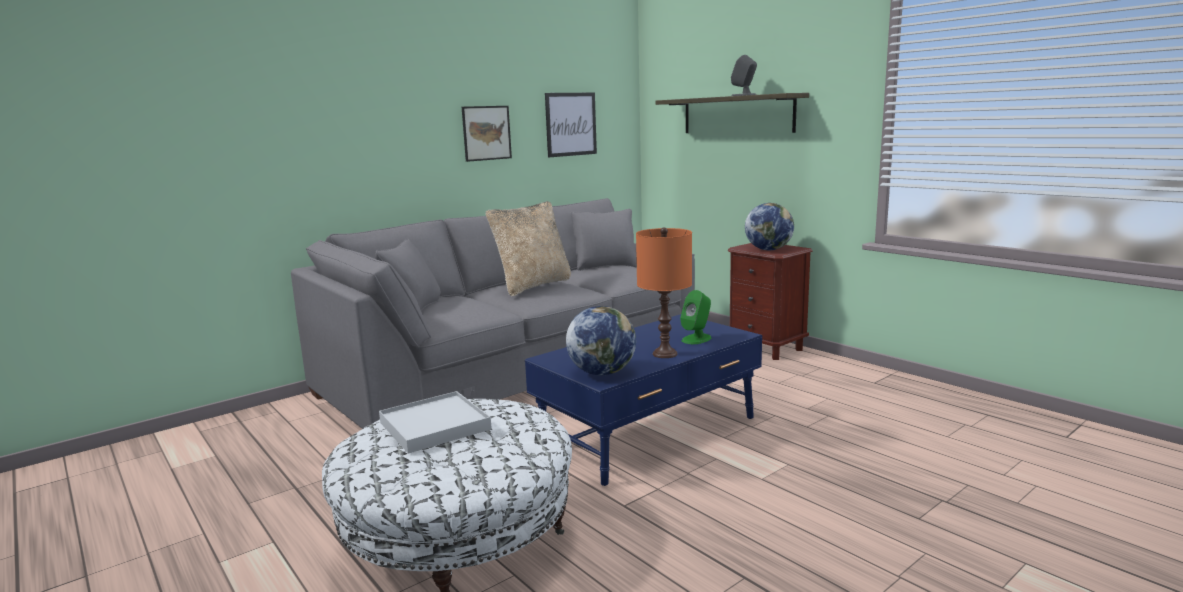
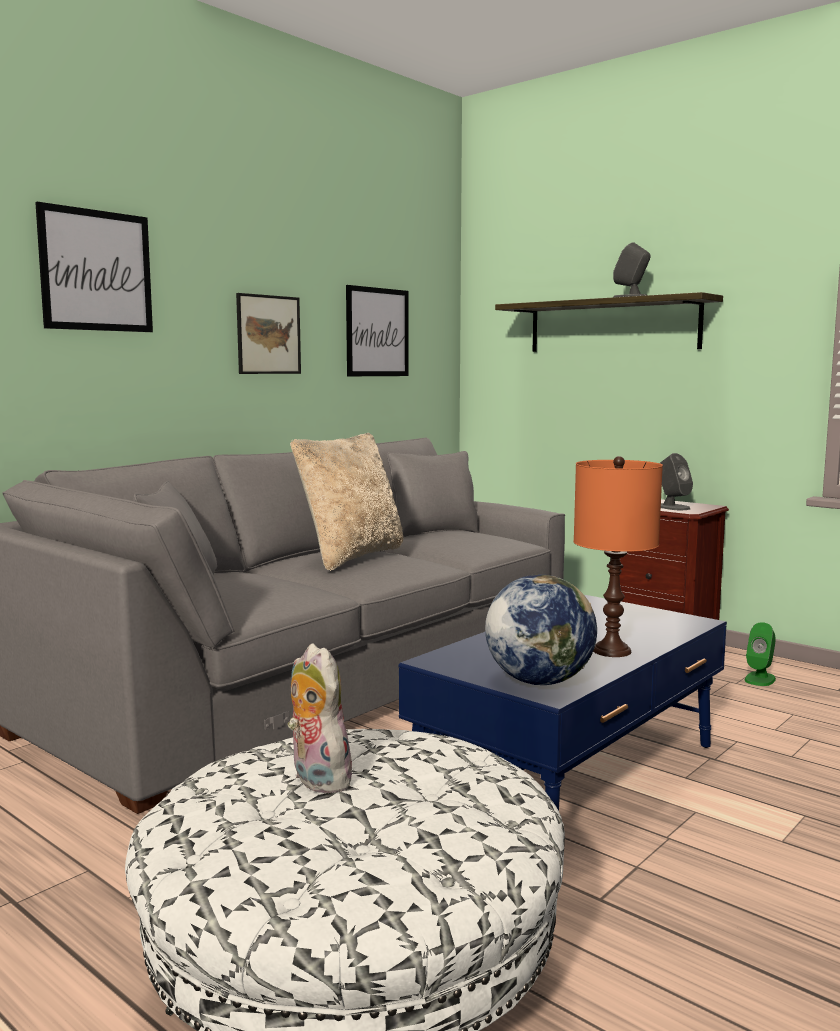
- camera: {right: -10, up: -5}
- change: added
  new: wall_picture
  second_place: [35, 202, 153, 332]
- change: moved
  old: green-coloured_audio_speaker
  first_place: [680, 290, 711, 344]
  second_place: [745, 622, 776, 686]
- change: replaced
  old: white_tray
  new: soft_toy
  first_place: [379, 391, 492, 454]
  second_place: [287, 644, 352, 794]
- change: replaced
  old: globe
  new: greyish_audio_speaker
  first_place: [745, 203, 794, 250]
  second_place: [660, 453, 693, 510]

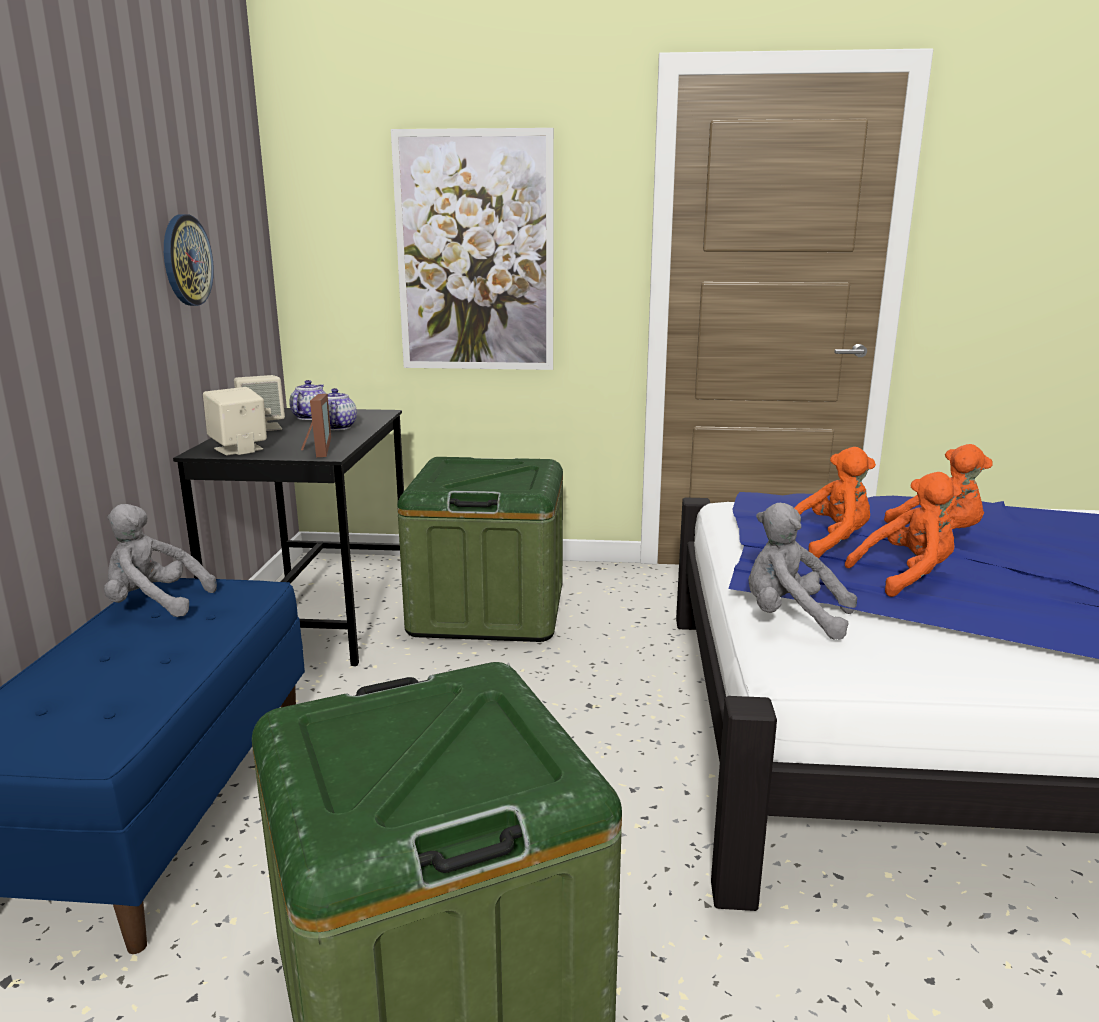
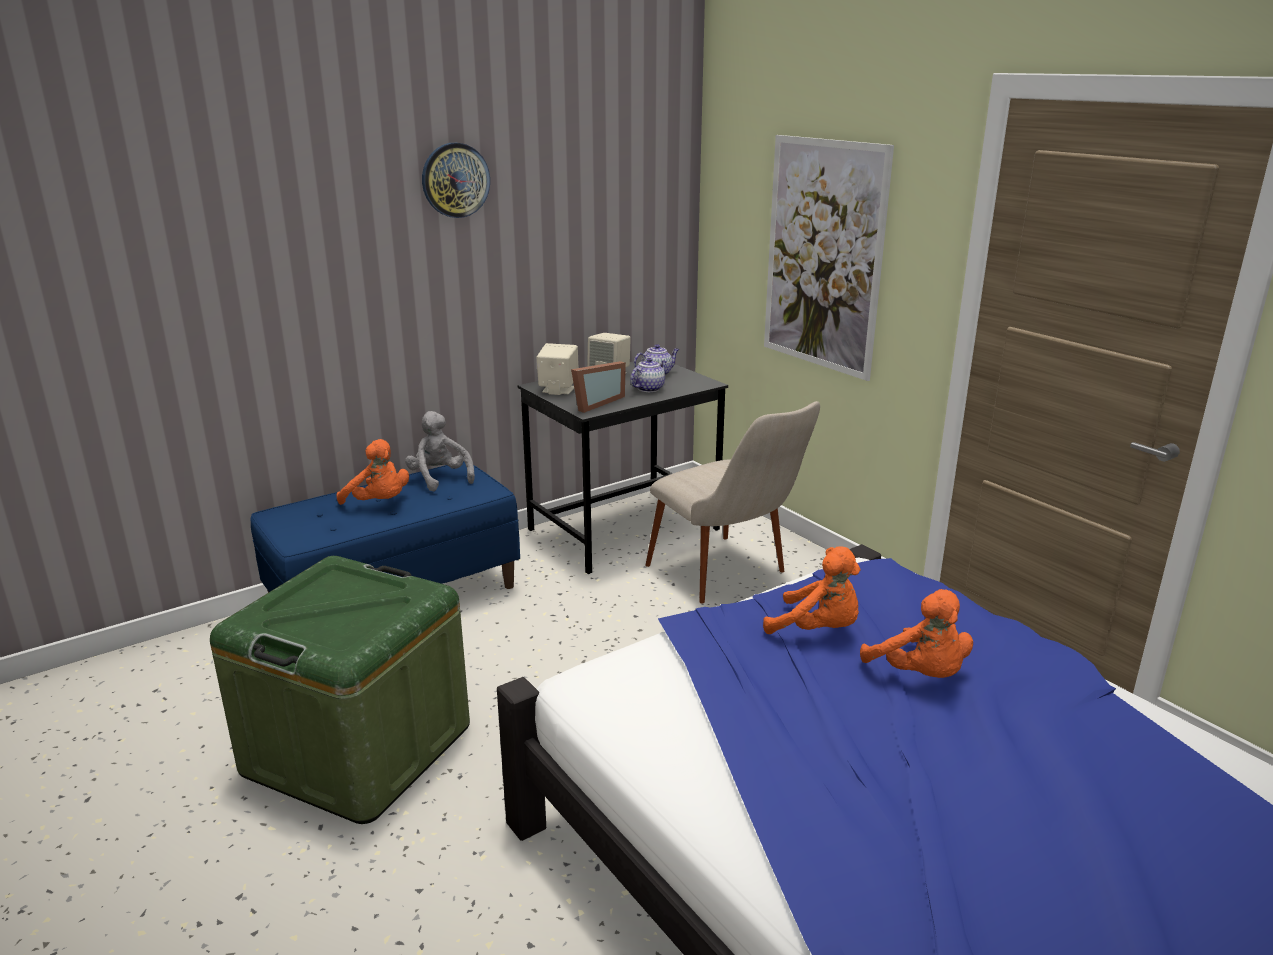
- camera: {right: 50, up: 5}
- change: removed
  old: greyish_soft_toy
  first_place: [748, 503, 857, 640]
- change: moved
  old: wall_clock
  first_place: [164, 214, 214, 306]
  second_place: [422, 143, 490, 218]
- change: moved
  old: orange-coloured_soft_toy
  first_place: [845, 472, 962, 597]
  second_place: [336, 439, 409, 505]
- change: replaced
  old: green-coloured_storage_bin
  new: beige_upright_chair
  first_place: [397, 457, 563, 642]
  second_place: [645, 401, 820, 604]

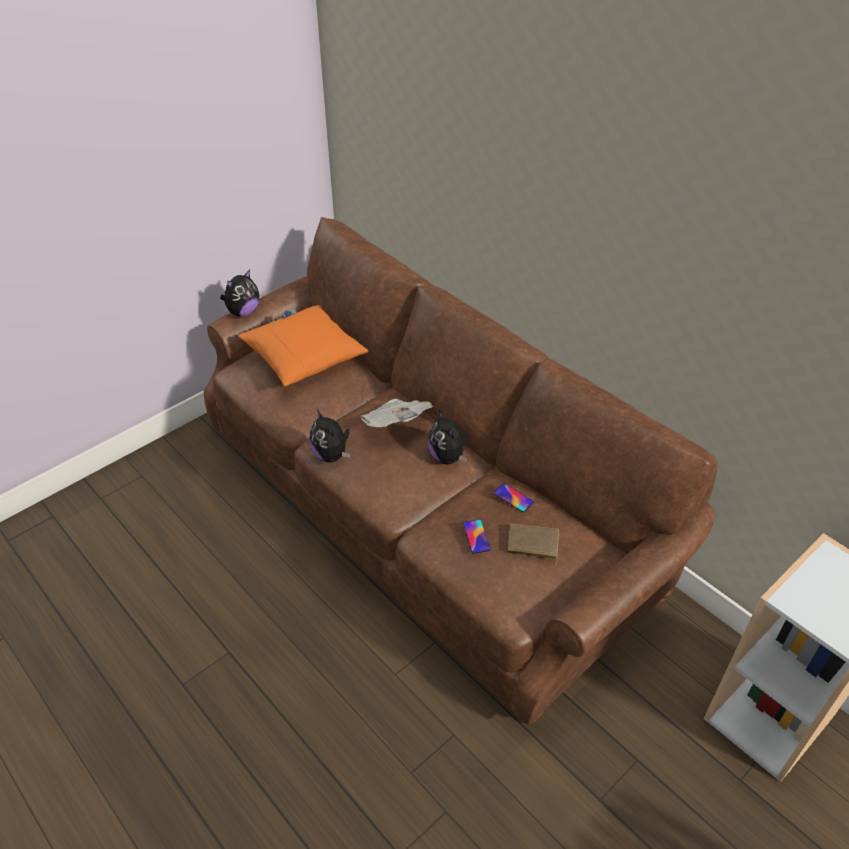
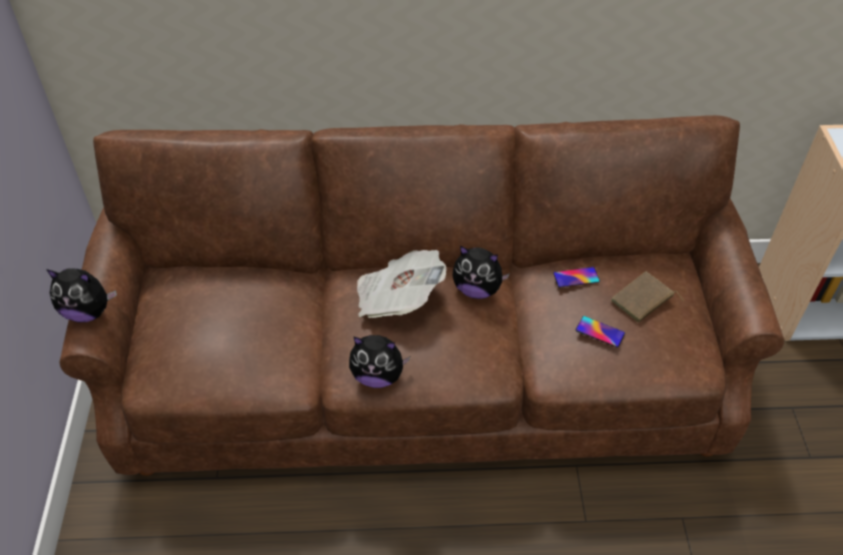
- camera: {right: -50, up: 5}
- change: removed
  old: orange-coloured_pillow
  first_place: [238, 305, 368, 387]
- change: turned
  old: soft_toy
  first_place: [220, 269, 259, 316]
  second_place: [46, 268, 117, 322]
  degrees: 105

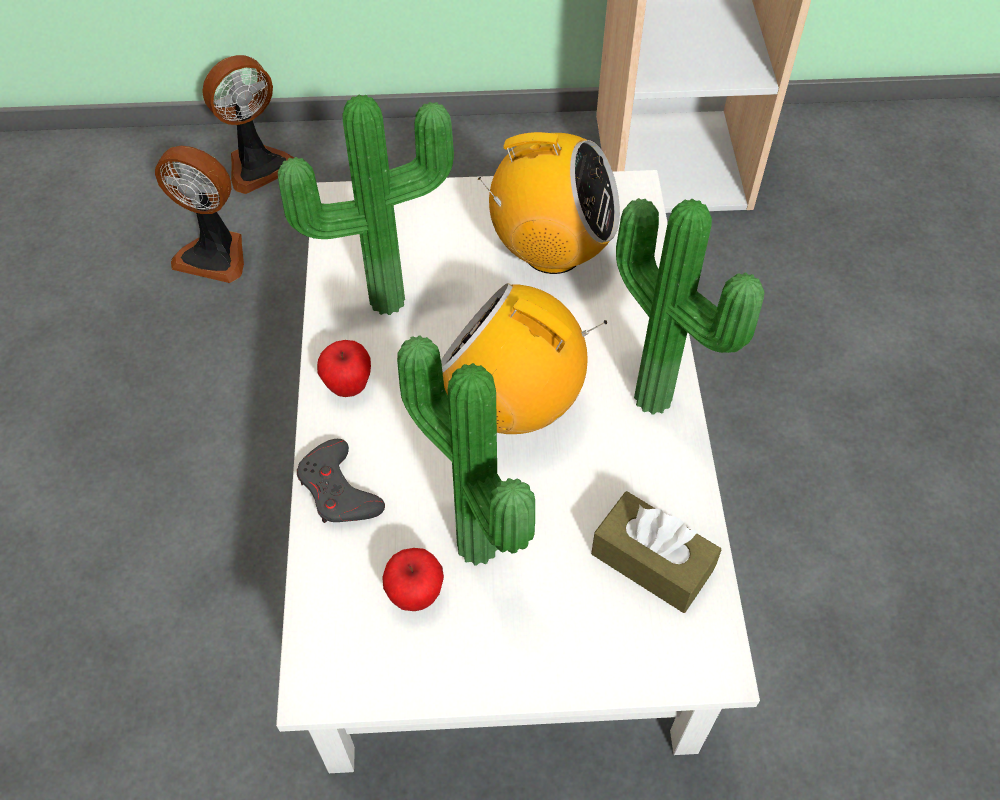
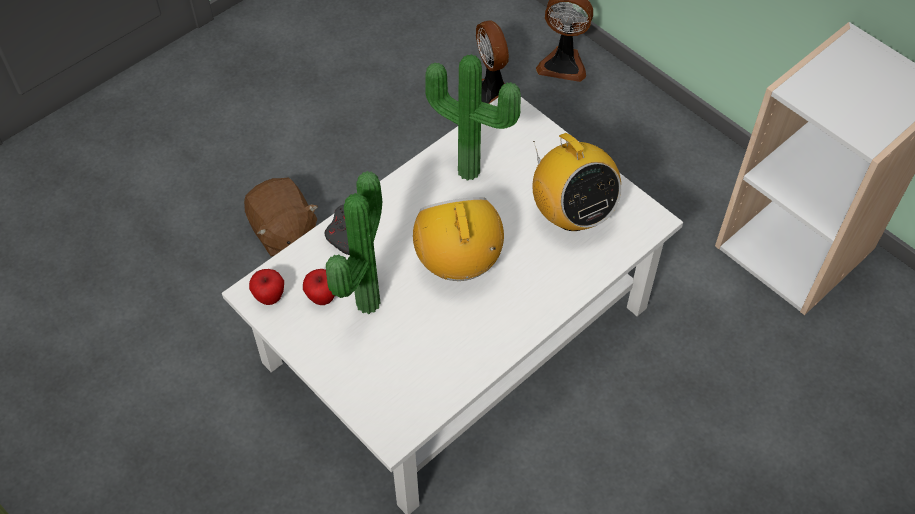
- camera: {right: 50, up: 0}
- change: removed
  old: brownish_tissue_box
  first_place: [591, 491, 721, 613]
- change: removed
  old: potted_plant
  first_place: [616, 198, 764, 415]
- change: added
  new: brownish_soft_toy
  second_place: [244, 178, 318, 256]
- change: moved
  old: whole_apple
  first_place: [317, 340, 371, 397]
  second_place: [249, 269, 284, 305]

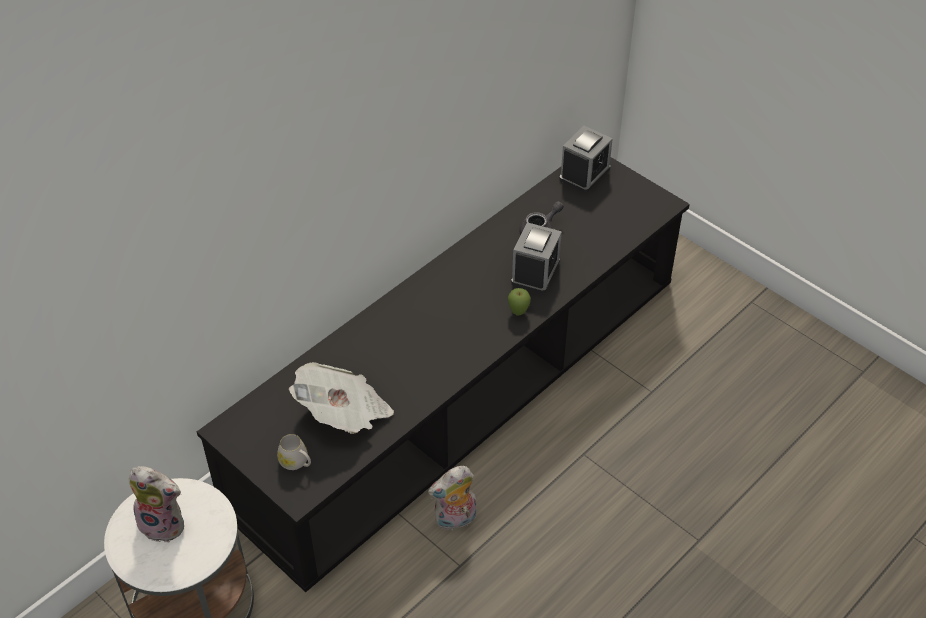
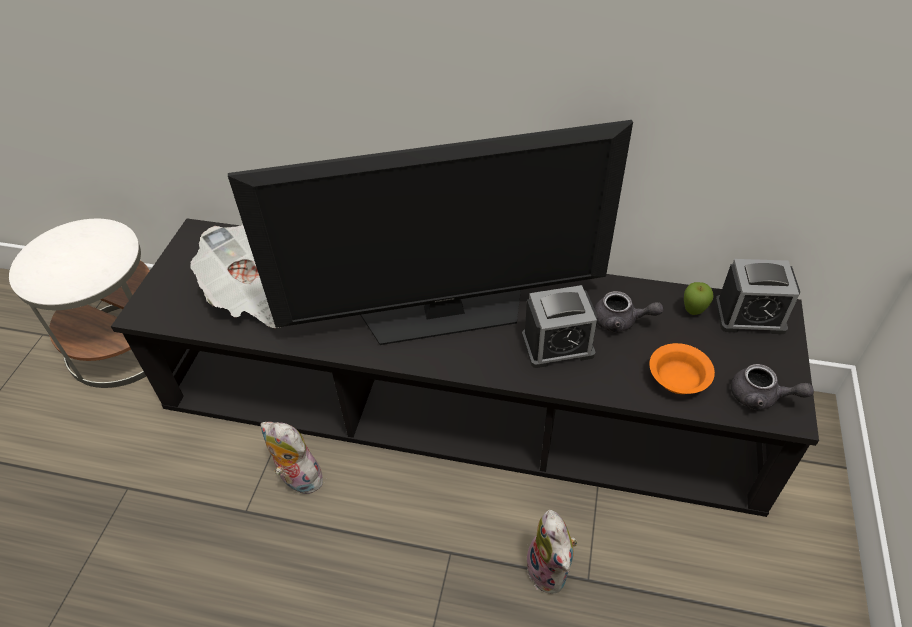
- camera: {right: 60, up: 0}
- change: removed
  old: white_tea_mug
  first_place: [277, 434, 311, 470]
- change: added
  new: television
  second_place: [228, 120, 633, 345]
- change: added
  new: orange-coloured_bowl
  second_place: [649, 343, 715, 394]
- change: added
  new: greyish_pot_for_tea
  second_place: [731, 364, 814, 410]
- change: moved
  old: soft_toy
  first_place: [128, 466, 184, 543]
  second_place: [527, 510, 577, 594]
- change: moved
  old: whole_apple
  first_place: [508, 288, 531, 316]
  second_place: [684, 282, 714, 315]

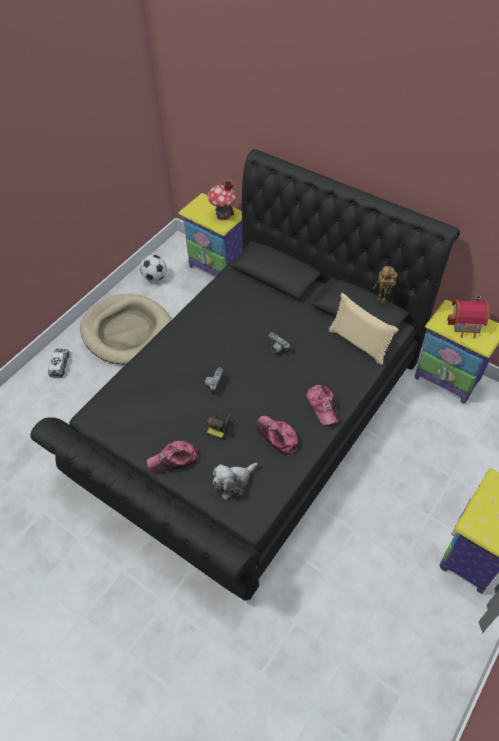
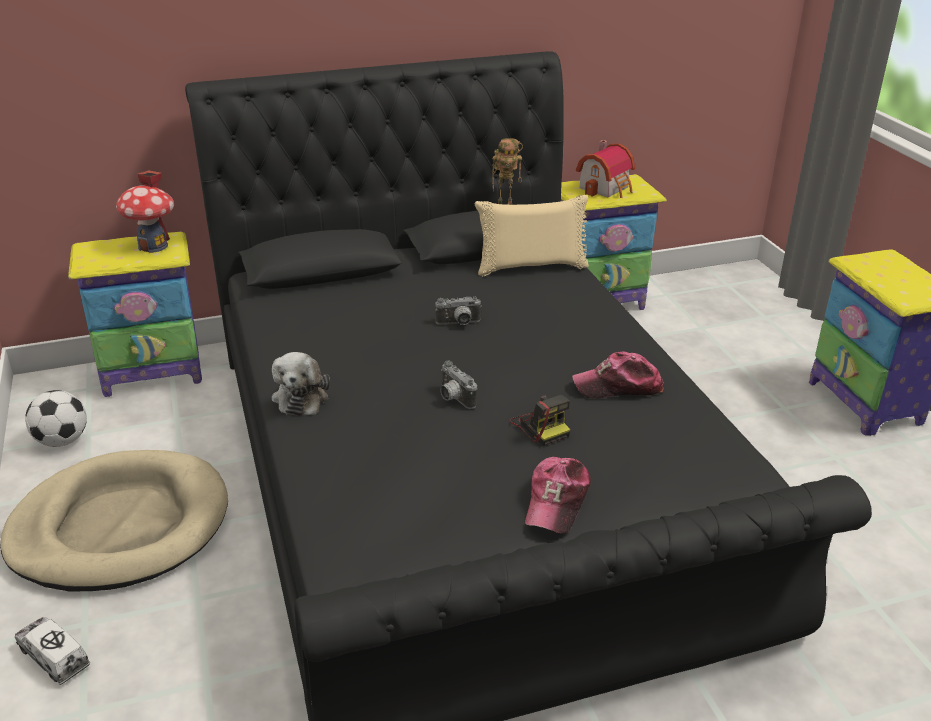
- camera: {right: -55, up: -20}
- change: removed
  old: peaked_cap
  first_place: [306, 385, 340, 425]
- change: moved
  old: soft_toy
  first_place: [213, 463, 258, 500]
  second_place: [272, 352, 330, 416]

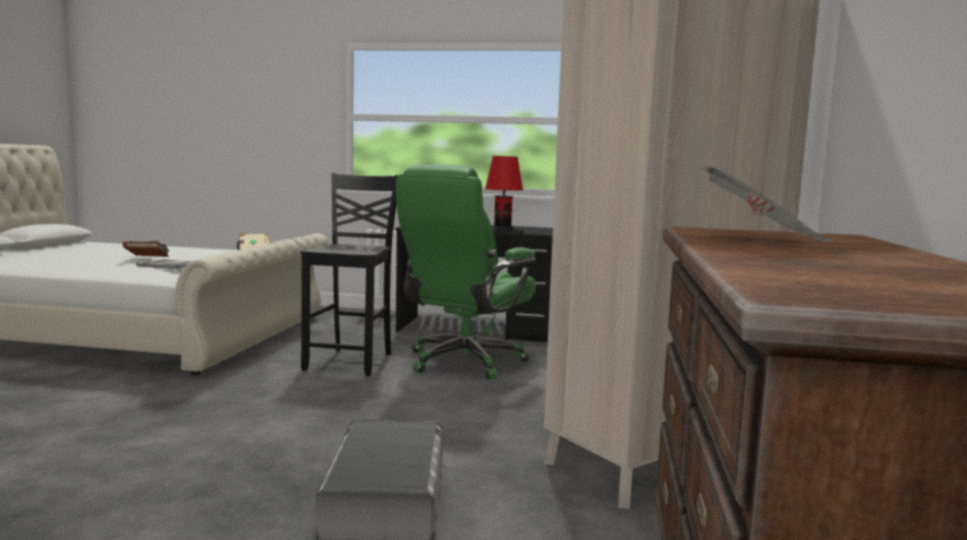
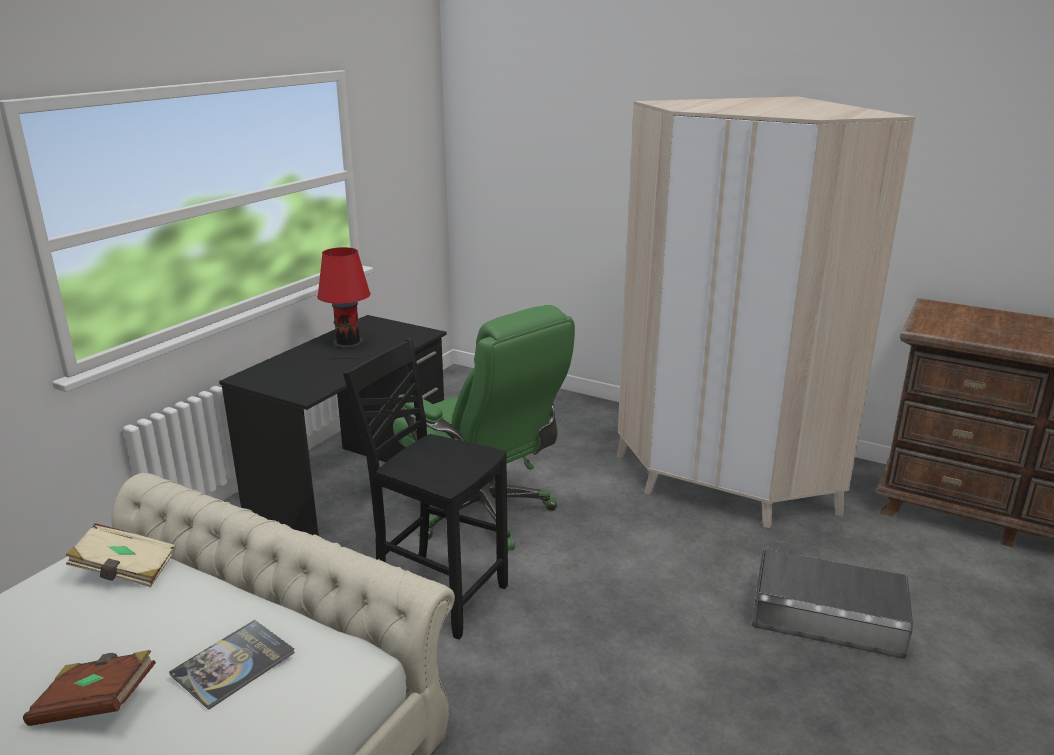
- camera: {right: -70, up: 15}
- change: removed
  old: newspaper
  first_place: [702, 166, 833, 242]

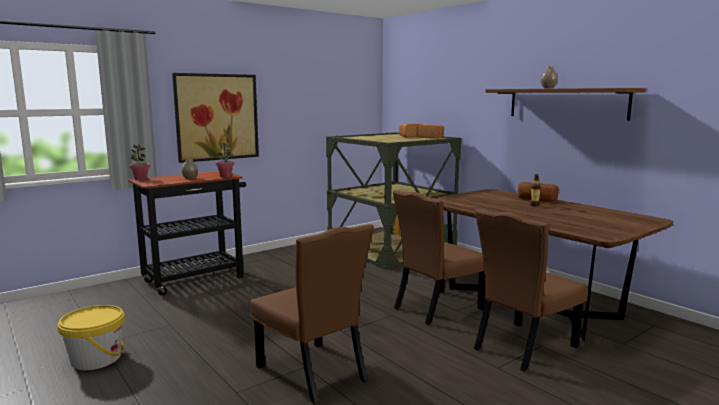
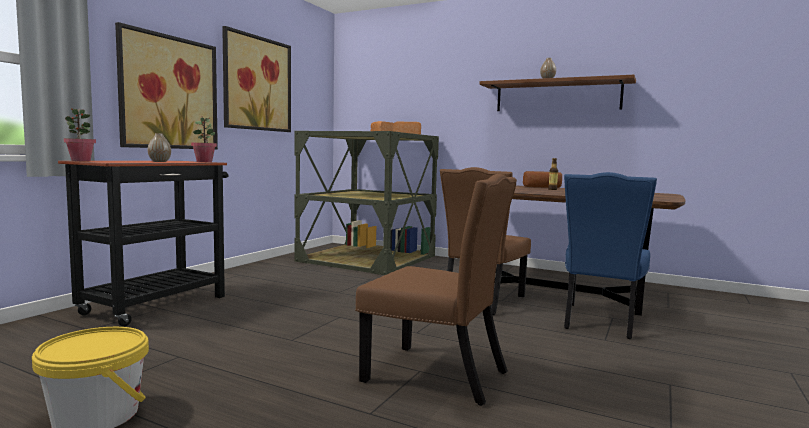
- camera: {right: -25, up: -5}
- change: added
  new: wall_picture
  second_place: [222, 26, 291, 132]
- change: recoloured
  old: brownish_upright_chair
  new: bluish_upright_chair
  first_place: [474, 209, 588, 372]
  second_place: [564, 172, 657, 339]

